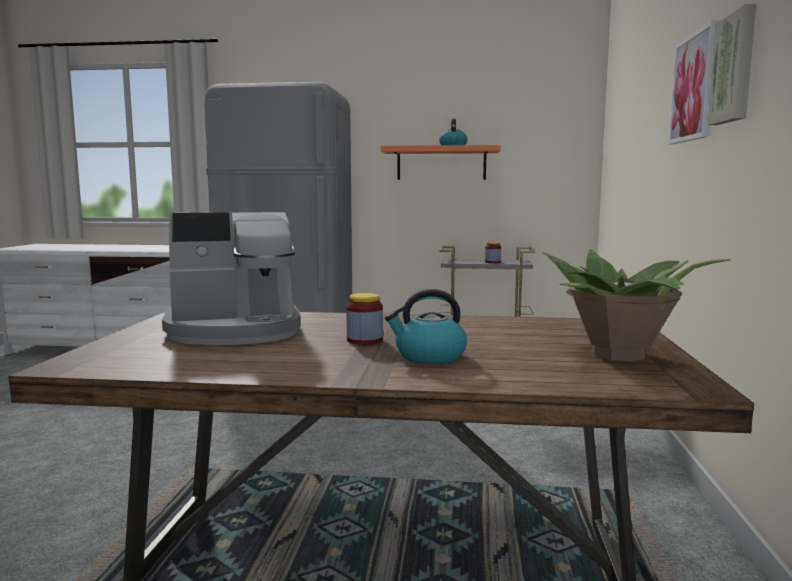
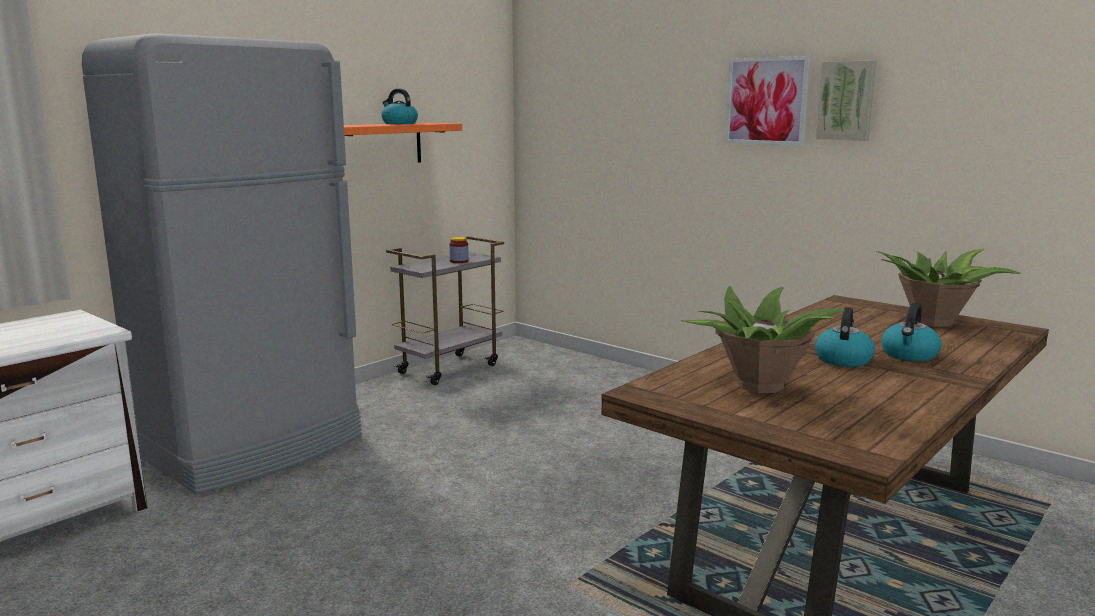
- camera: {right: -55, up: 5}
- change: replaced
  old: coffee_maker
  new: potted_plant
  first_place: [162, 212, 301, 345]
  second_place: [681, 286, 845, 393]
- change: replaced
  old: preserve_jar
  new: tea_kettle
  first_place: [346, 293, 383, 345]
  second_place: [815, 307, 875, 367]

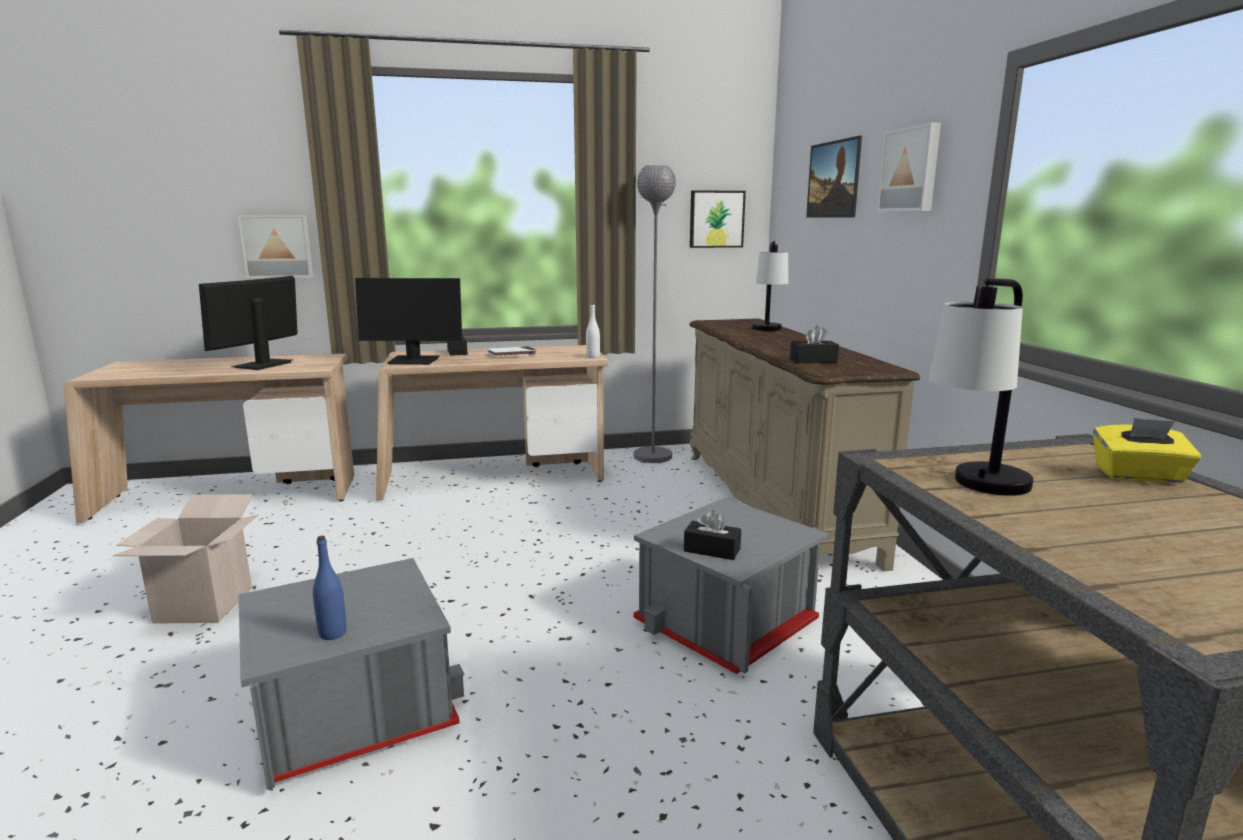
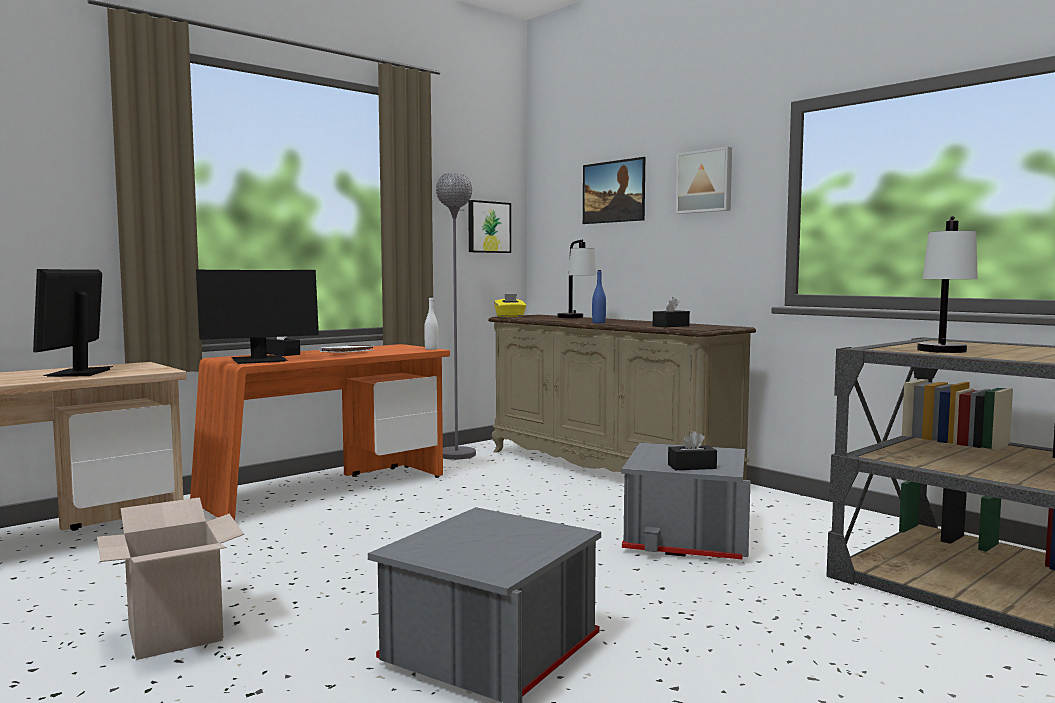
- camera: {right: -30, up: -10}
- change: removed
  old: wall_picture
  first_place: [238, 215, 313, 279]
- change: moved
  old: bluish_drink_bottle
  first_place: [313, 536, 347, 640]
  second_place: [592, 270, 606, 323]
- change: moved
  old: yellowish_tissue_box
  first_place: [1093, 418, 1201, 483]
  second_place: [494, 294, 526, 317]
- change: recoloured
  old: beige_desk_table
  new: orange-coloured_desk_table
  first_place: [376, 345, 608, 501]
  second_place: [190, 344, 450, 520]

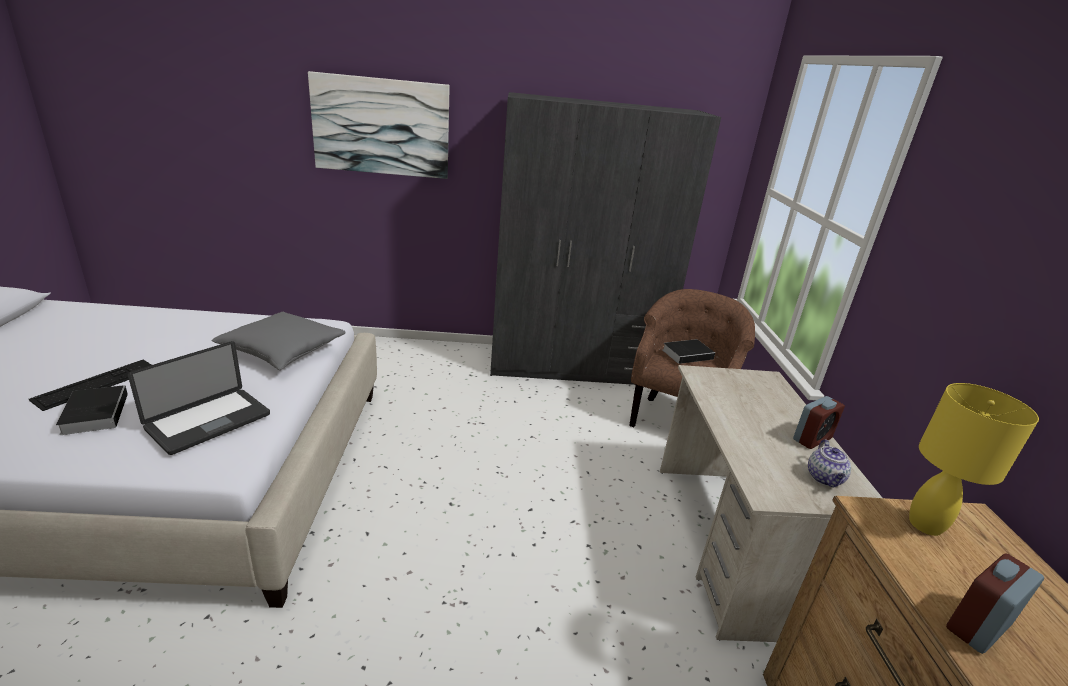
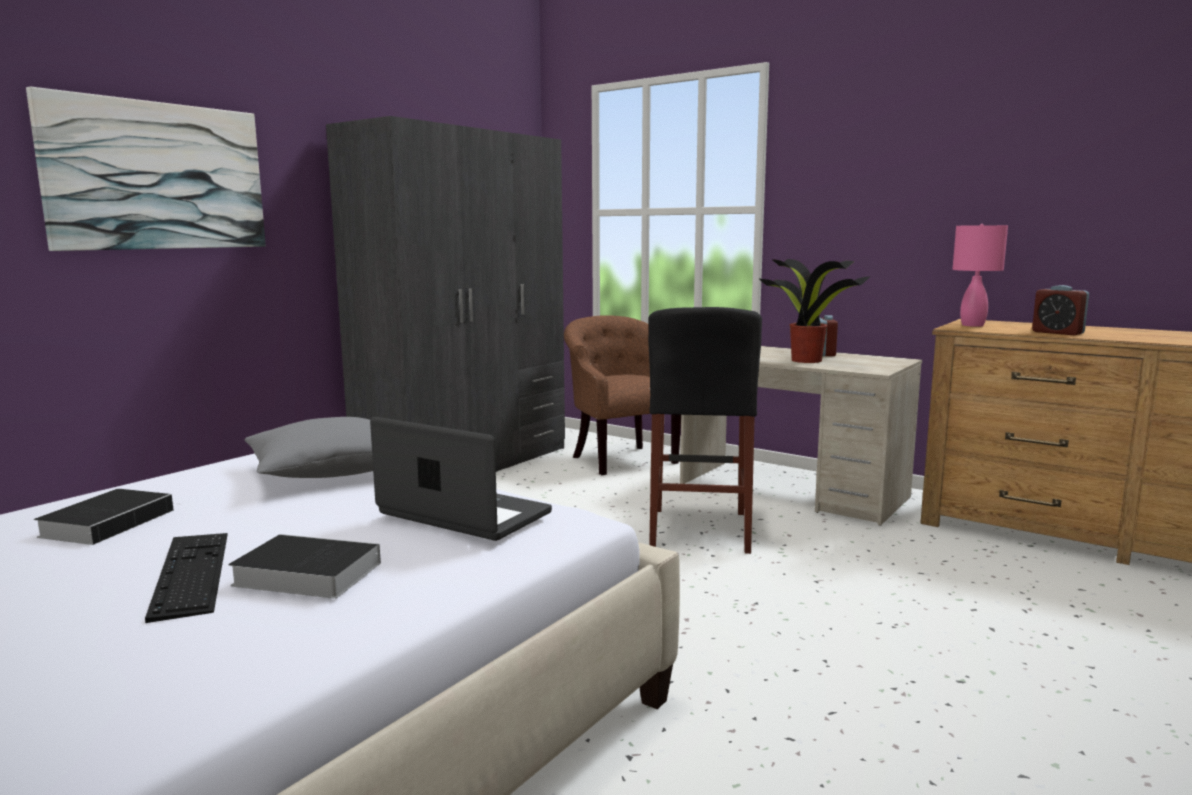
- camera: {right: -50, up: -15}
- change: removed
  old: pot_for_tea
  first_place: [808, 439, 851, 487]
- change: added
  new: black-coloured_sitting_stool
  second_place: [648, 307, 762, 554]
- change: added
  new: potted_plant
  second_place: [759, 259, 870, 363]
- change: moved
  old: bound_book
  first_place: [663, 339, 719, 364]
  second_place: [34, 489, 182, 545]
- change: recoloured
  old: yellowish_lamp_for_a_table
  new: pink-coloured_lamp_for_a_table
  first_place: [909, 383, 1039, 536]
  second_place: [952, 224, 1008, 327]
- change: turned
  old: laptop
  first_place: [128, 341, 270, 455]
  second_place: [370, 417, 552, 541]
  degrees: -45
- change: turned
  old: bedside_clock
  first_place: [946, 553, 1044, 654]
  second_place: [1032, 285, 1089, 335]
  degrees: -45

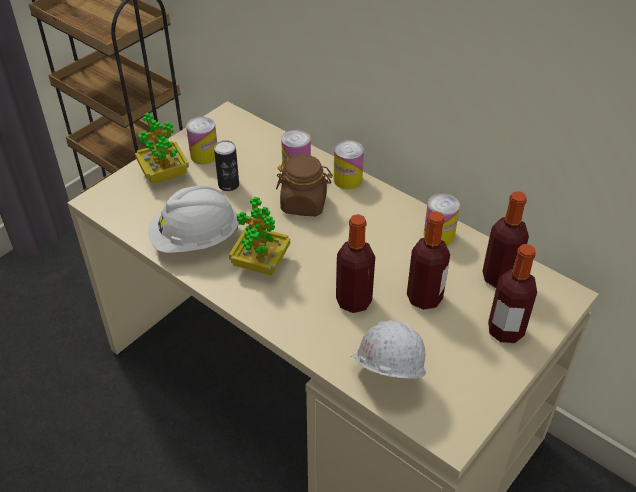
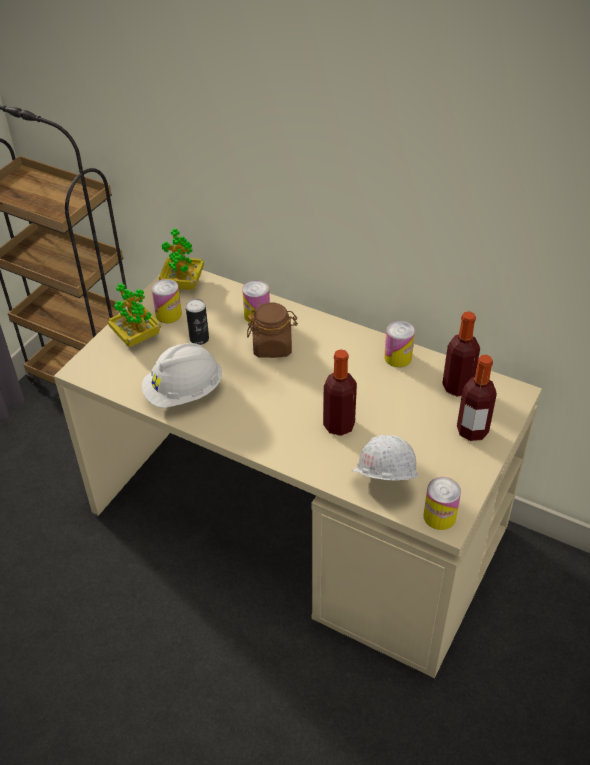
- camera: {right: -10, up: 0}
- change: removed
  old: drink_bottle
  first_place: [407, 211, 450, 310]
- change: moved
  old: potted_plant
  first_place: [229, 197, 290, 276]
  second_place: [159, 228, 204, 290]
- change: moved
  old: can
  first_place: [334, 140, 364, 189]
  second_place: [424, 477, 461, 530]

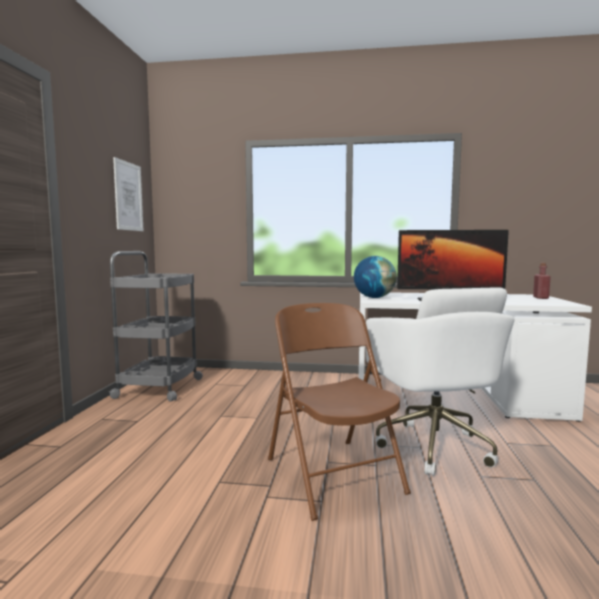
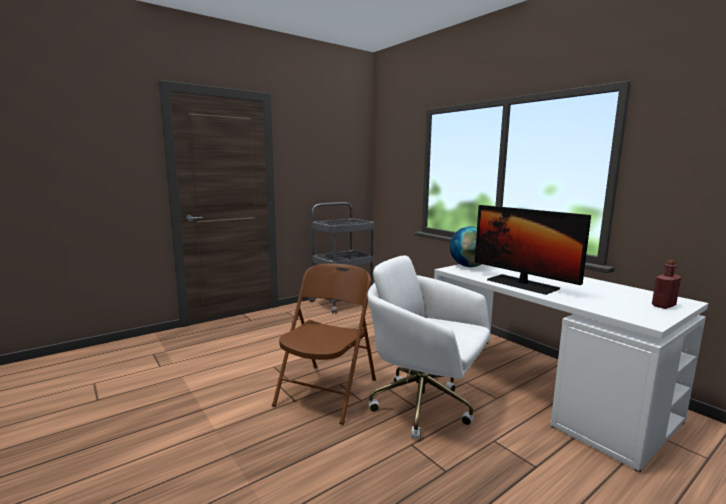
- camera: {right: 45, up: 5}
- change: removed
  old: wall_picture
  first_place: [113, 157, 143, 231]
- change: turned
  old: white_office_chair
  first_place: [365, 287, 514, 476]
  second_place: [367, 255, 490, 439]
  degrees: 90

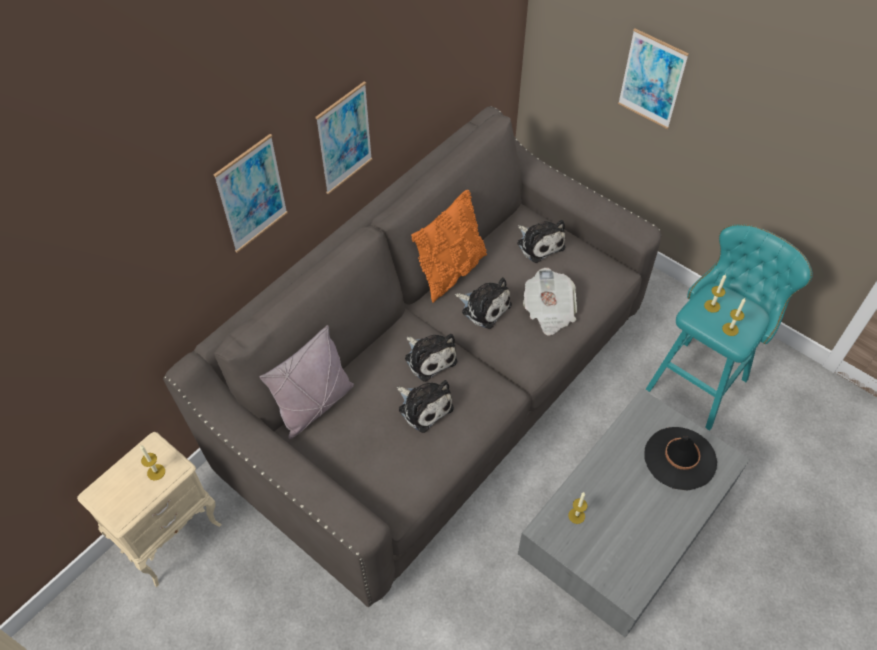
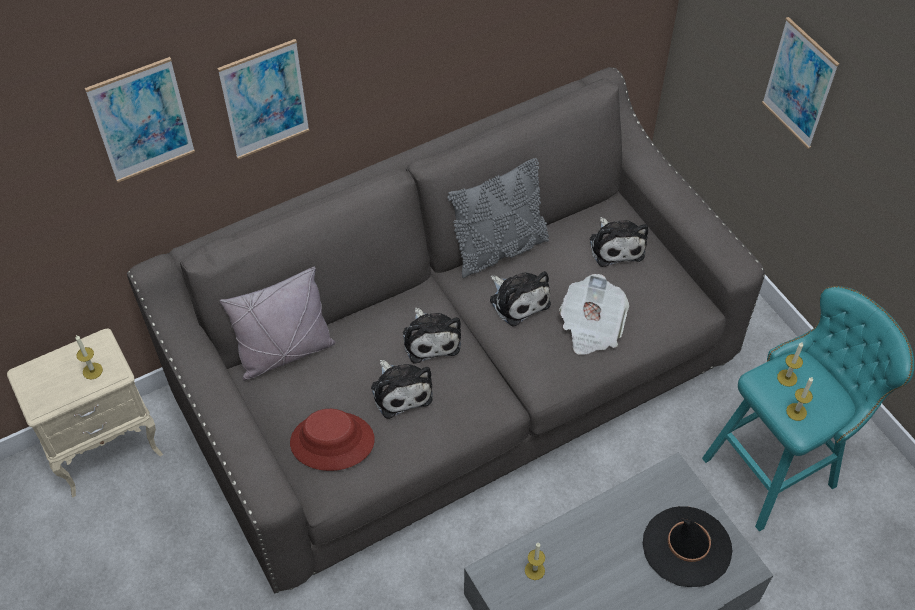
- camera: {right: 20, up: 0}
- change: added
  new: red-coloured_wearable_hat
  second_place: [290, 409, 375, 471]
- change: moved
  old: wall_picture
  first_place: [316, 82, 372, 195]
  second_place: [85, 57, 195, 183]
- change: recoloured
  old: orange-coloured_pillow
  new: greyish_pillow
  first_place: [411, 190, 487, 303]
  second_place: [447, 158, 549, 278]

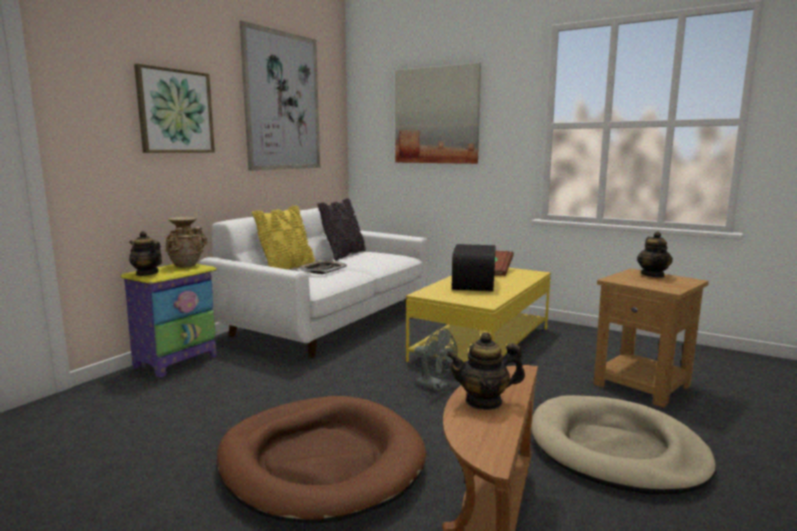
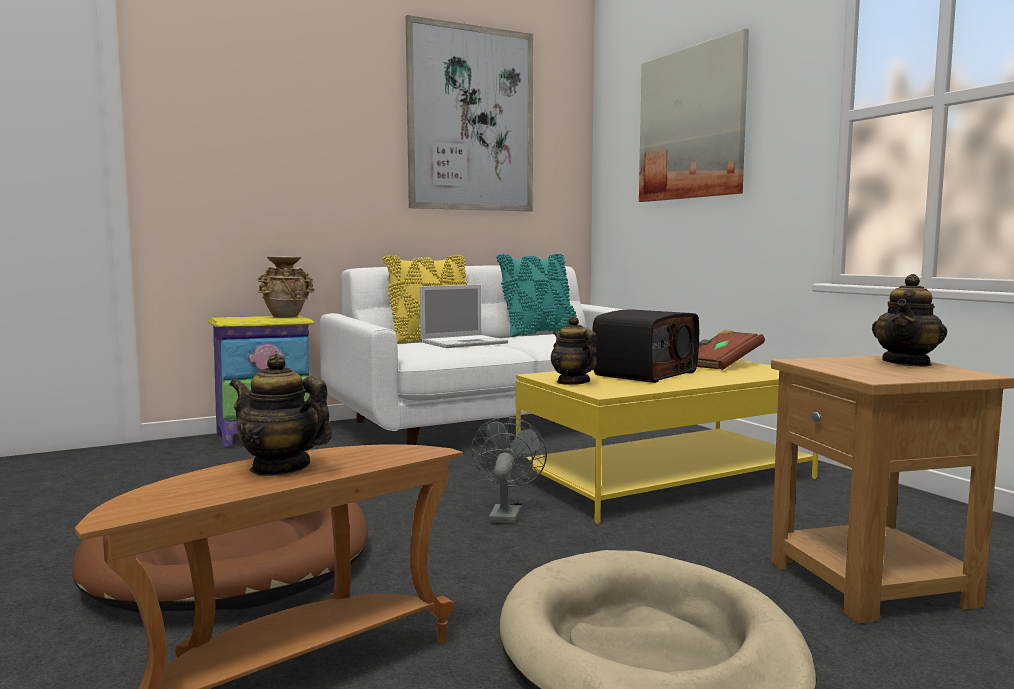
- camera: {right: 30, up: -5}
- change: removed
  old: wall_picture
  first_place: [134, 64, 215, 153]
- change: moved
  old: pot_for_tea
  first_place: [129, 231, 162, 276]
  second_place: [551, 316, 597, 385]
- change: replaced
  old: tray
  new: laptop
  first_place: [299, 260, 347, 274]
  second_place: [420, 284, 508, 348]
- change: recoloured
  old: black-coloured_pillow
  new: blue-green_pillow
  first_place: [318, 199, 366, 261]
  second_place: [496, 253, 577, 337]
- change: turned
  old: greyish_electric_fan
  first_place: [414, 328, 458, 391]
  second_place: [471, 417, 547, 524]
  degrees: -150

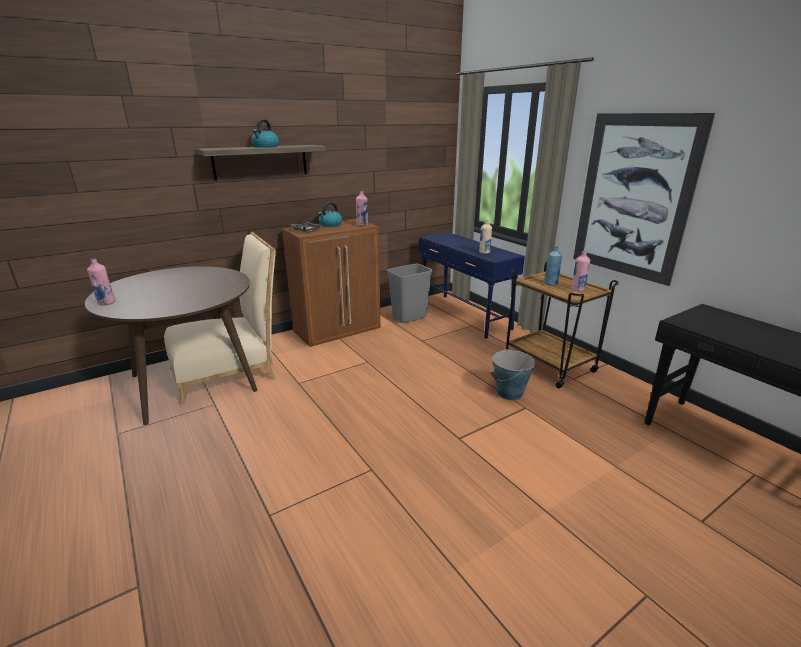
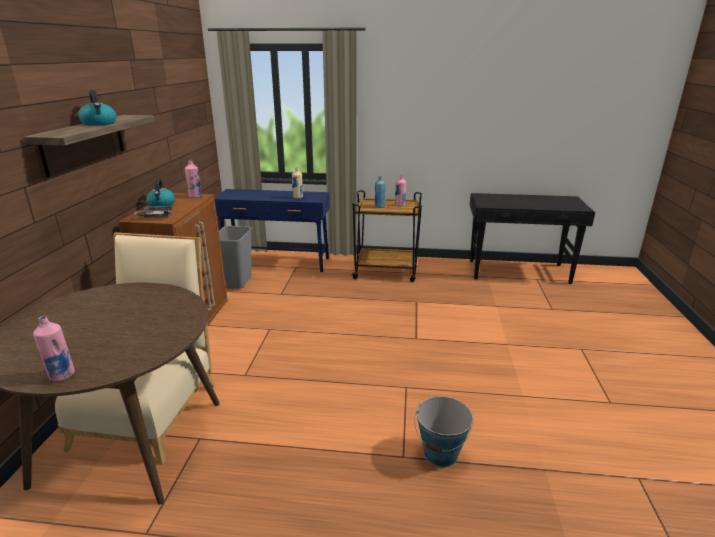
- camera: {right: -50, up: 0}
- change: removed
  old: wall_picture
  first_place: [573, 113, 715, 286]
- change: moved
  old: pail
  first_place: [491, 349, 535, 401]
  second_place: [414, 396, 473, 467]

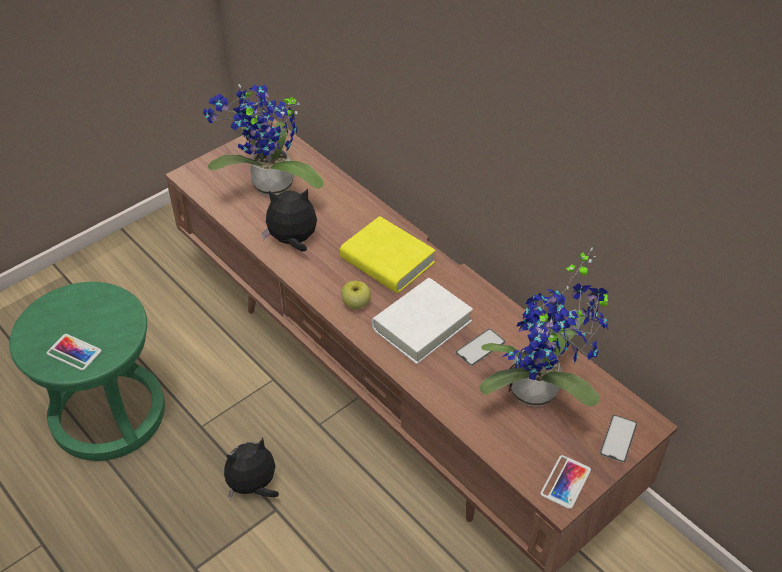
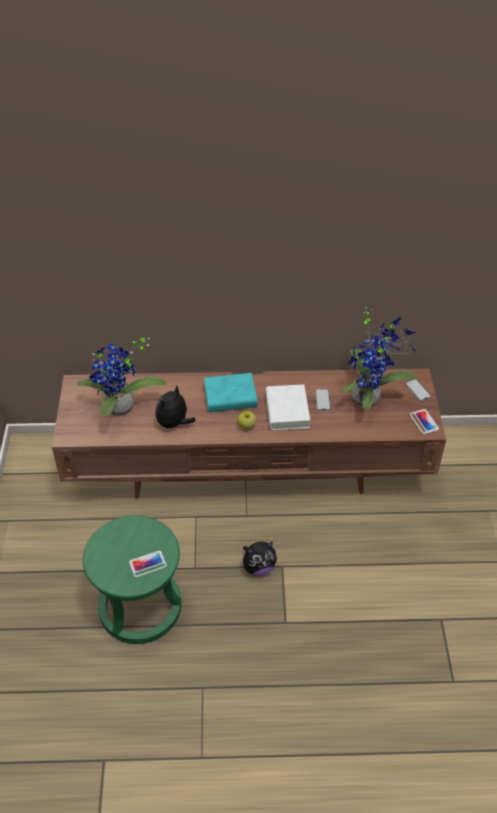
- camera: {right: -50, up: 0}
- change: recoloured
  old: yellowish_bound_book
  new: blue-green_bound_book
  first_place: [340, 216, 436, 293]
  second_place: [204, 373, 258, 412]
- change: turned
  old: soft_toy
  first_place: [224, 438, 279, 500]
  second_place: [243, 542, 277, 576]
  degrees: -120

